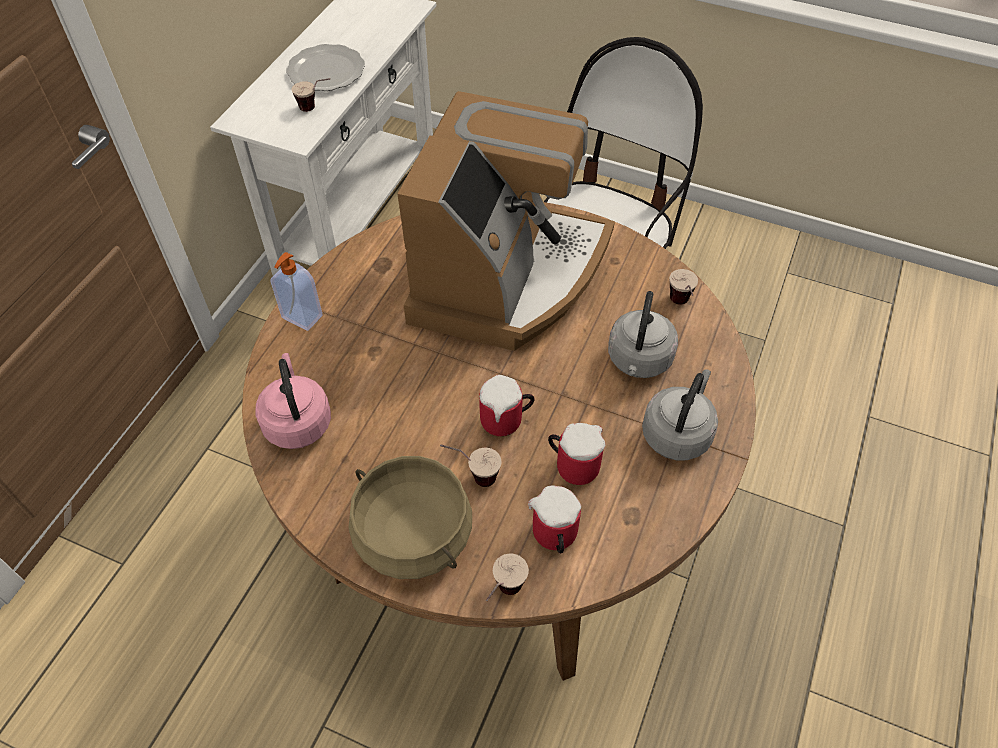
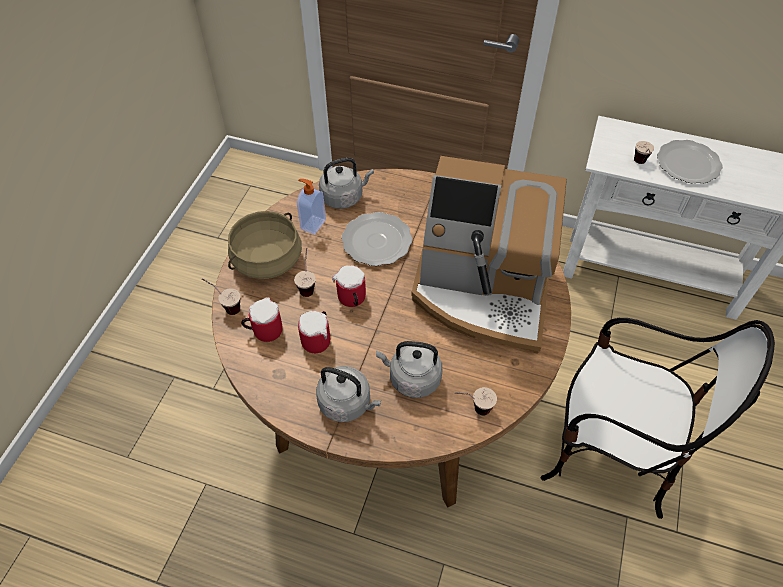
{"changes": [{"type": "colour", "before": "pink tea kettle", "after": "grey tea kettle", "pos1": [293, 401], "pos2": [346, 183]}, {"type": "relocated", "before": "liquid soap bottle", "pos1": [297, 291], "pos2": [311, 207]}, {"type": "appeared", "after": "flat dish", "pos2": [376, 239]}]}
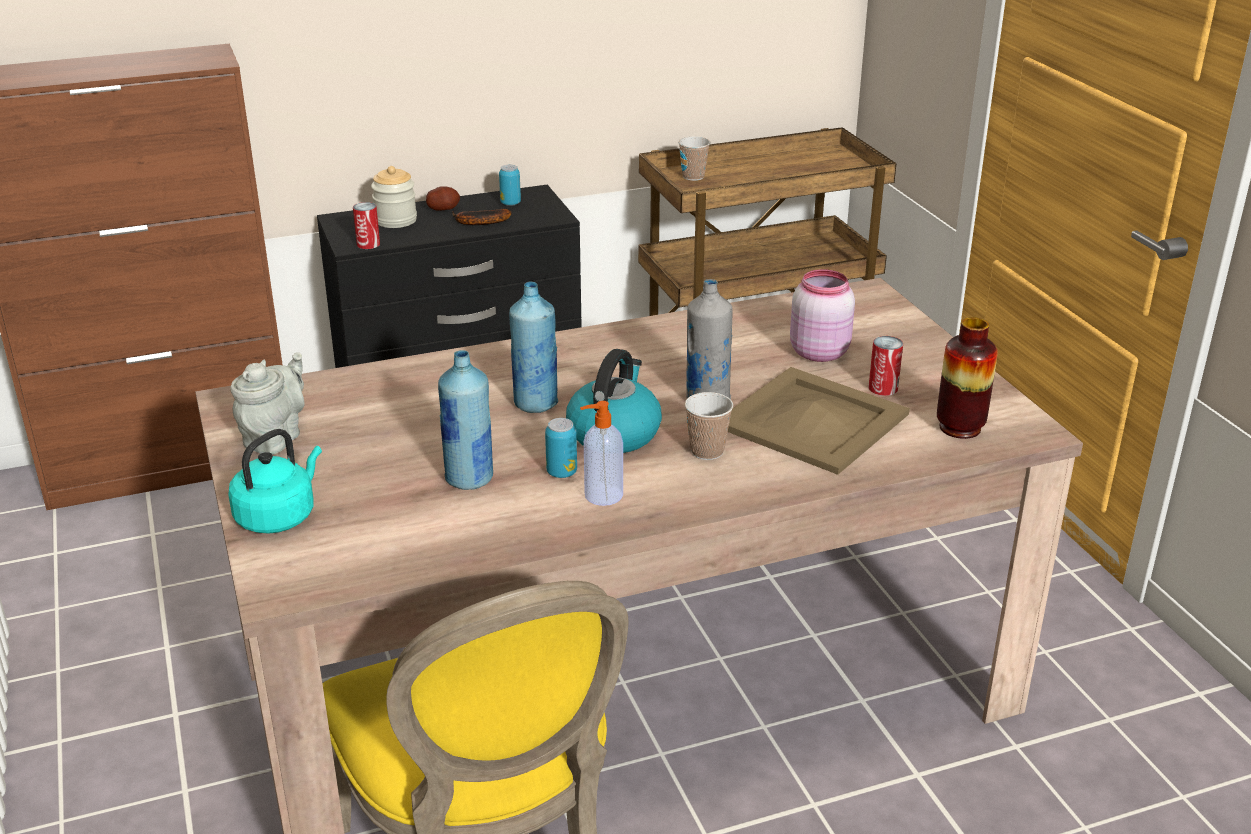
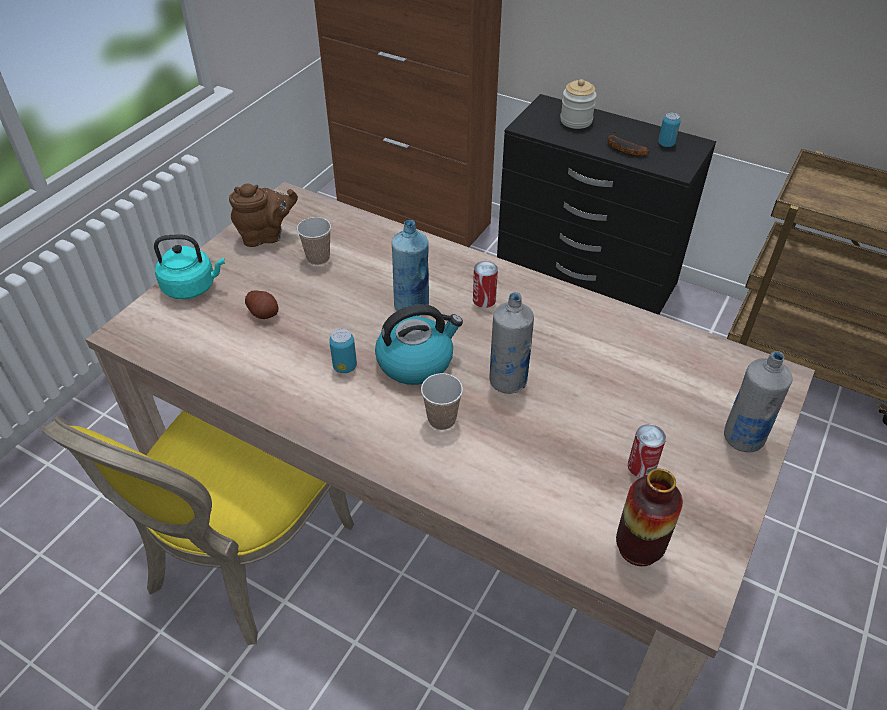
{"changes": [{"type": "colour", "before": "grey tea pot", "after": "brown tea pot", "pos1": [267, 403], "pos2": [263, 215]}, {"type": "relocated", "before": "sealed can", "pos1": [366, 225], "pos2": [485, 284]}, {"type": "relocated", "before": "potato", "pos1": [443, 198], "pos2": [261, 305]}, {"type": "missing", "before": "blue-coloured beverage bottle", "pos1": [465, 420]}, {"type": "missing", "before": "liquid soap bottle", "pos1": [601, 453]}, {"type": "relocated", "before": "small cup", "pos1": [694, 158], "pos2": [314, 241]}, {"type": "missing", "before": "beige tray", "pos1": [819, 421]}, {"type": "missing", "before": "pink storage jar", "pos1": [822, 315]}, {"type": "appeared", "after": "grey beverage bottle", "pos2": [758, 401]}]}
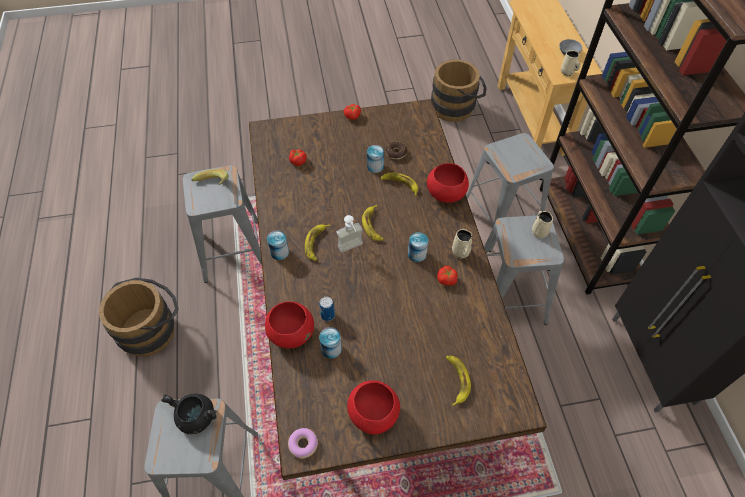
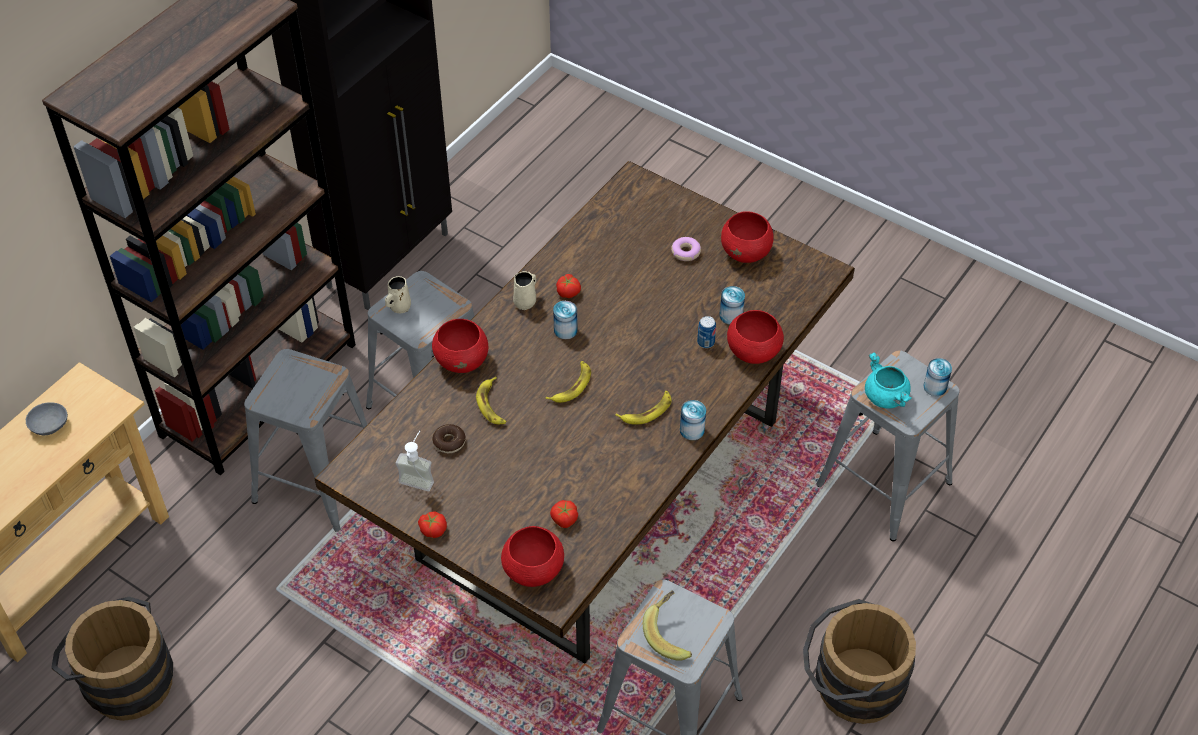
{"changes": [{"type": "colour", "before": "black stockpot", "after": "turquoise-coloured stockpot", "pos1": [189, 414], "pos2": [888, 380]}, {"type": "relocated", "before": "doughnut", "pos1": [303, 443], "pos2": [686, 249]}, {"type": "relocated", "before": "liquid soap bottle", "pos1": [349, 233], "pos2": [415, 461]}, {"type": "relocated", "before": "sealed can", "pos1": [375, 159], "pos2": [938, 377]}, {"type": "missing", "before": "banana", "pos1": [458, 381]}, {"type": "missing", "before": "beige mug", "pos1": [571, 63]}, {"type": "appeared", "after": "red serving bowl", "pos2": [532, 556]}]}
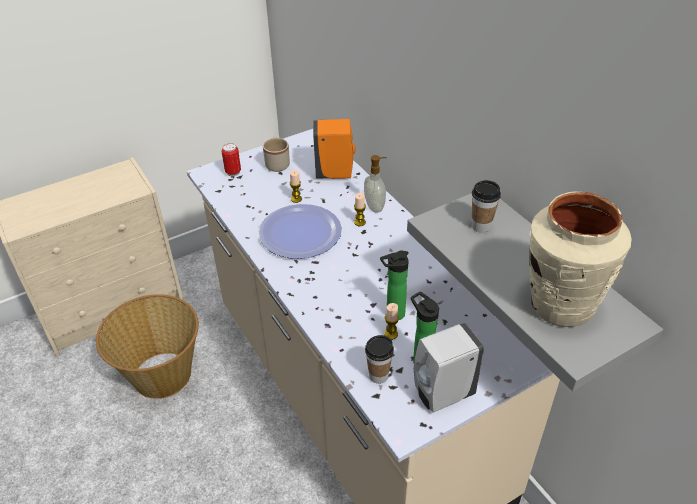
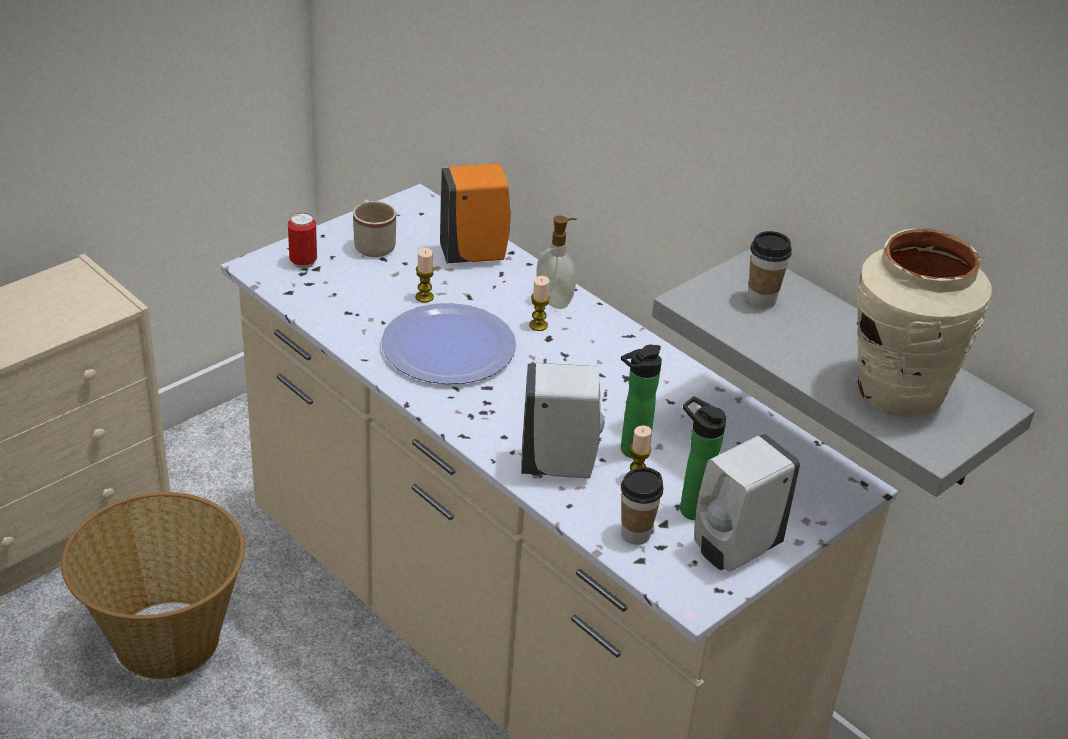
{"changes": [{"type": "appeared", "after": "white liquid soap bottle", "pos2": [563, 420]}]}
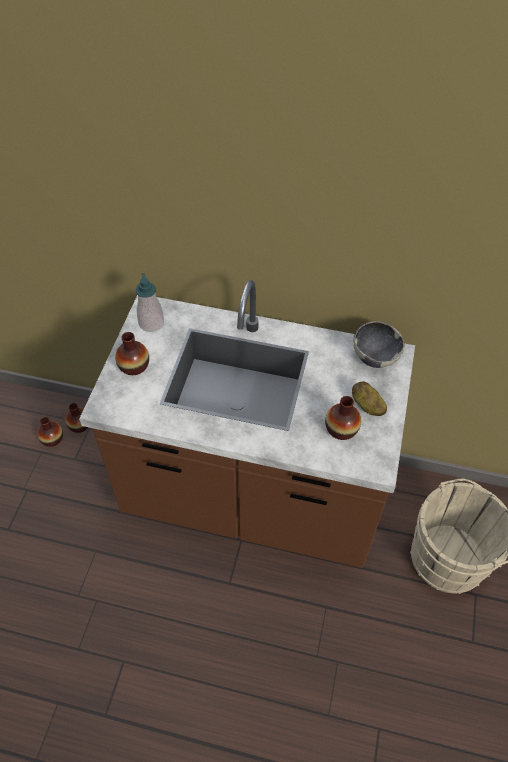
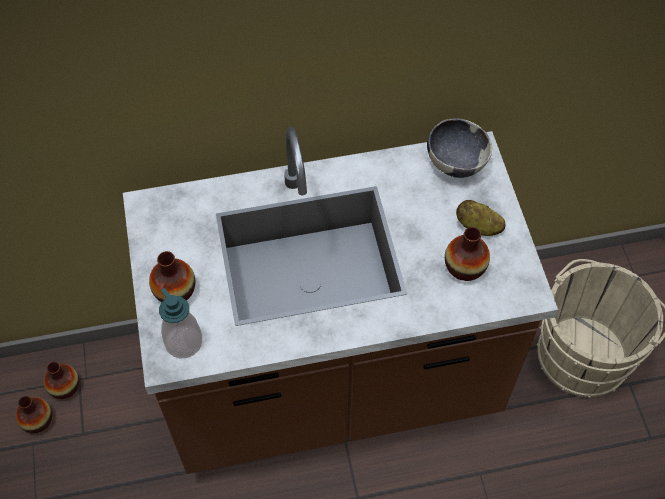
{"changes": [{"type": "relocated", "before": "liquid soap bottle", "pos1": [150, 302], "pos2": [180, 323]}]}
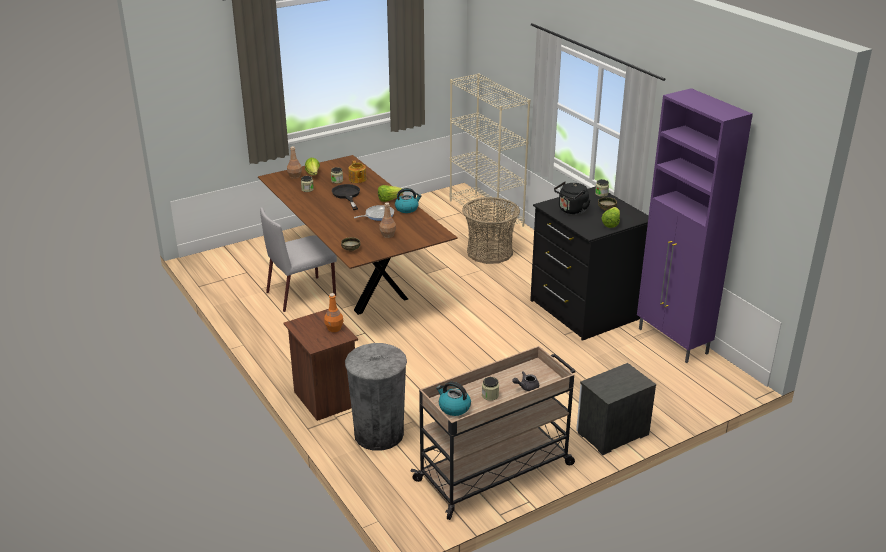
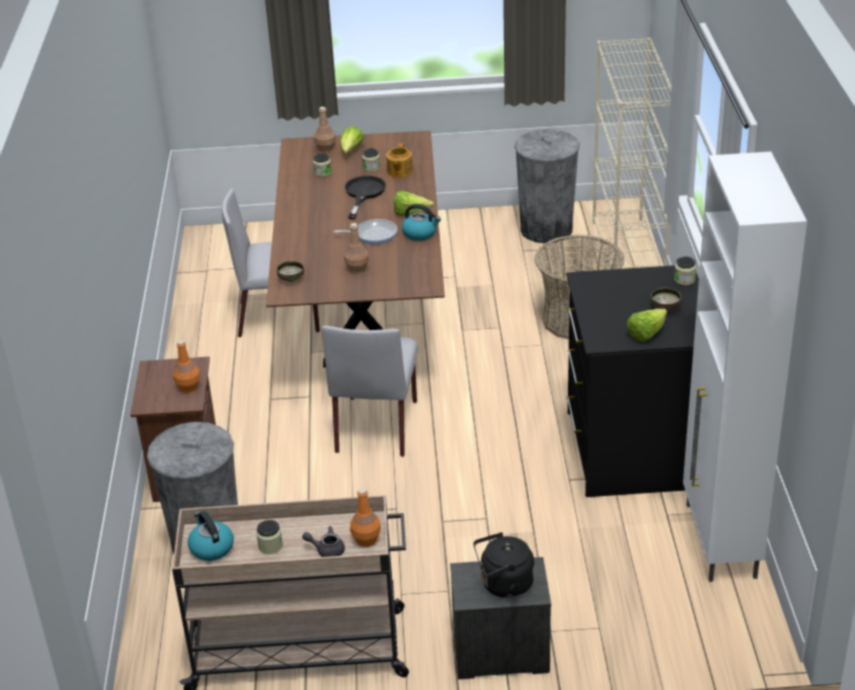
{"changes": [{"type": "relocated", "before": "black tea kettle", "pos1": [572, 197], "pos2": [503, 565]}, {"type": "colour", "before": "purple-coloured storage cabinet", "after": "white storage cabinet", "pos1": [695, 225], "pos2": [745, 367]}, {"type": "appeared", "after": "grey chair", "pos2": [370, 391]}, {"type": "appeared", "after": "orangey beverage bottle", "pos2": [365, 517]}, {"type": "appeared", "after": "grey rubbish bin", "pos2": [547, 186]}]}
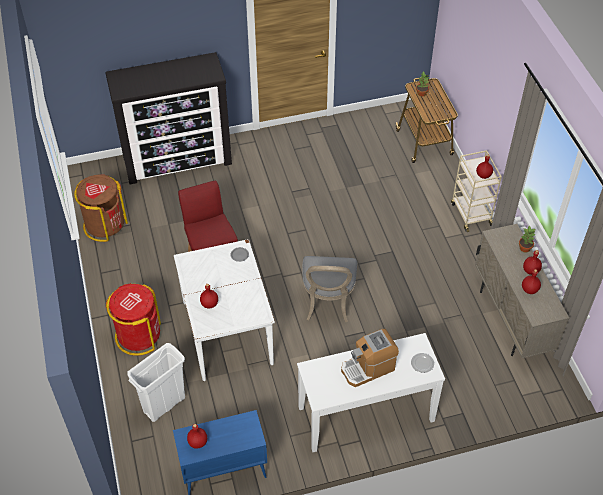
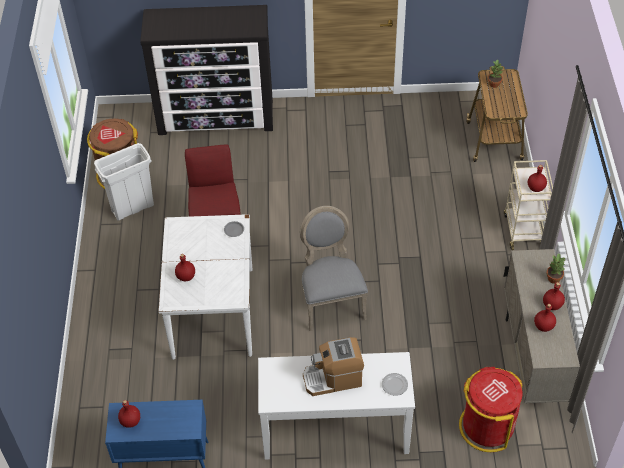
{"changes": [{"type": "relocated", "before": "red rubbish bin", "pos1": [133, 319], "pos2": [491, 409]}, {"type": "relocated", "before": "white rubbish bin", "pos1": [156, 382], "pos2": [124, 181]}, {"type": "spun", "before": "grey chair", "pos1": [329, 289], "pos2": [334, 268], "turn": 150}]}
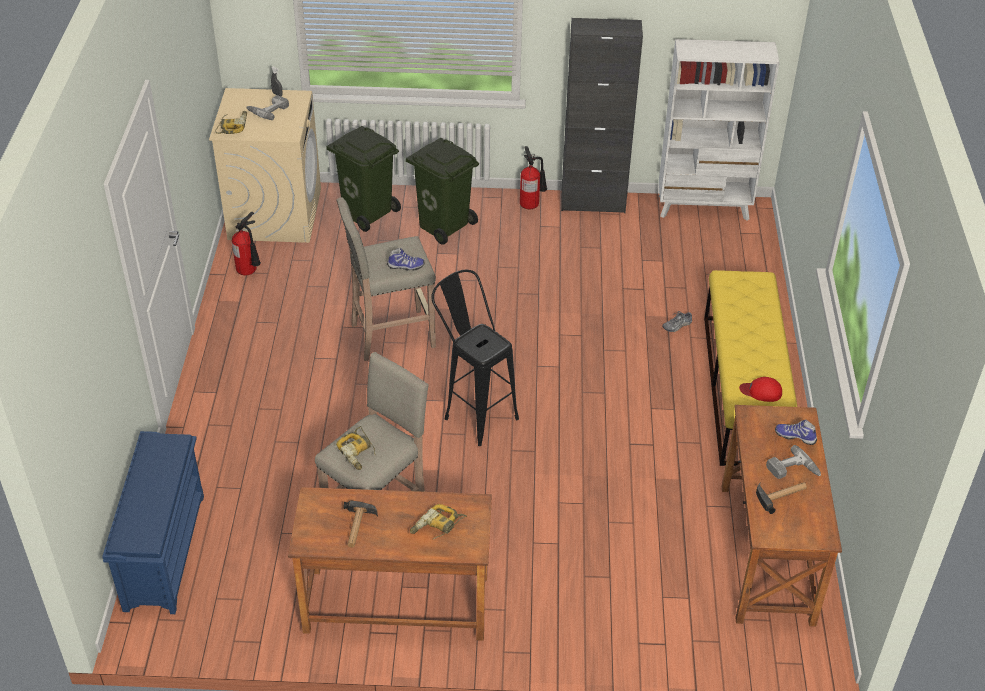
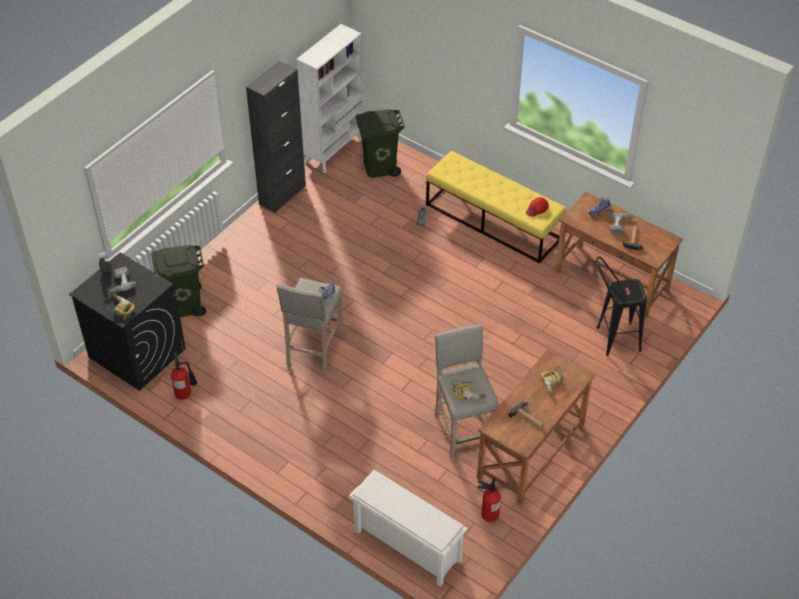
{"changes": [{"type": "colour", "before": "blue-coloured shoe stand", "after": "white shoe stand", "pos1": [153, 522], "pos2": [408, 528]}, {"type": "colour", "before": "beige washing machine", "after": "black washing machine", "pos1": [265, 165], "pos2": [127, 321]}, {"type": "relocated", "before": "greenish rubbish bin", "pos1": [442, 191], "pos2": [380, 143]}, {"type": "relocated", "before": "black sitting stool", "pos1": [475, 358], "pos2": [621, 306]}, {"type": "relocated", "before": "extinguisher", "pos1": [533, 177], "pos2": [489, 500]}]}
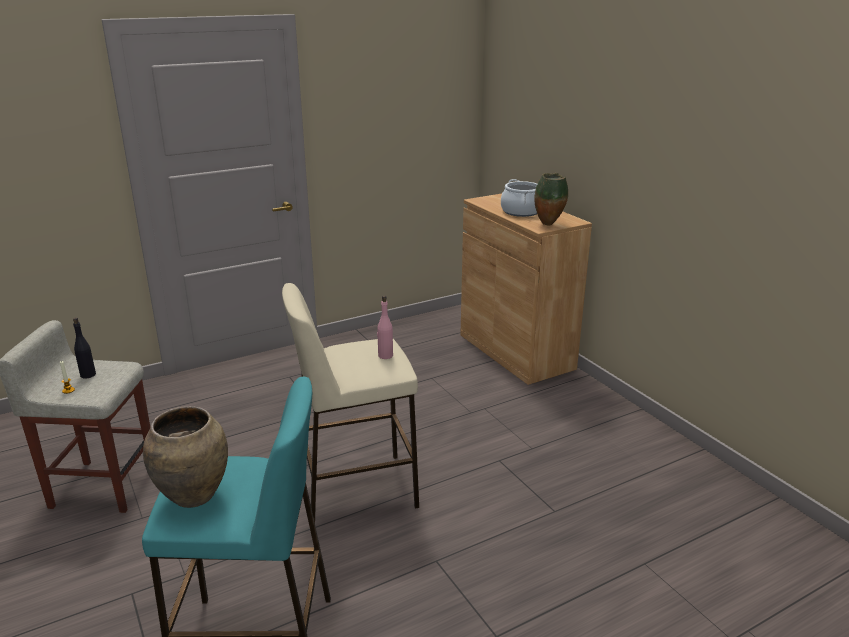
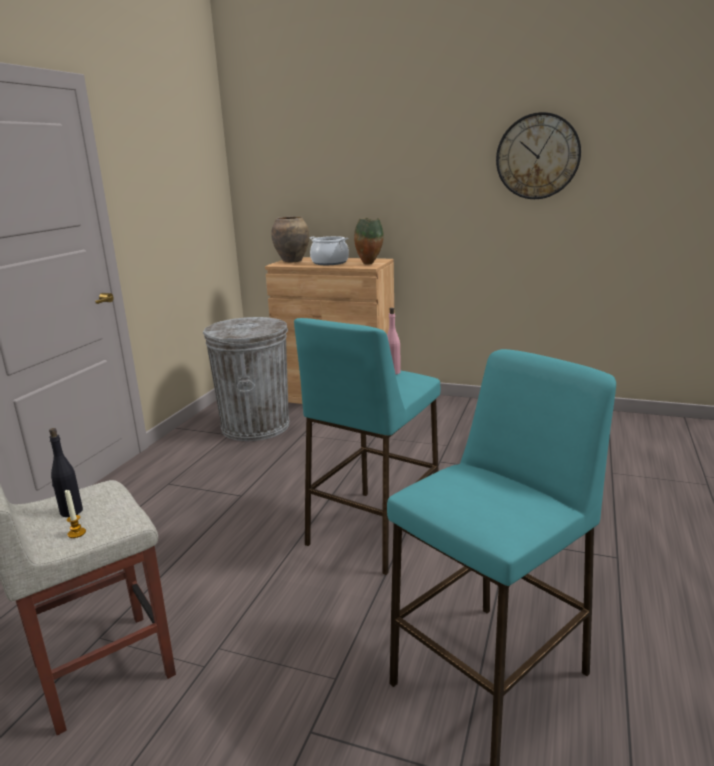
{"changes": [{"type": "relocated", "before": "brown vase", "pos1": [185, 457], "pos2": [290, 239]}, {"type": "colour", "before": "beige sitting stool", "after": "turquoise-coloured sitting stool", "pos1": [350, 402], "pos2": [367, 446]}, {"type": "appeared", "after": "grey rubbish bin", "pos2": [246, 379]}, {"type": "appeared", "after": "clock on the wall", "pos2": [538, 155]}]}
